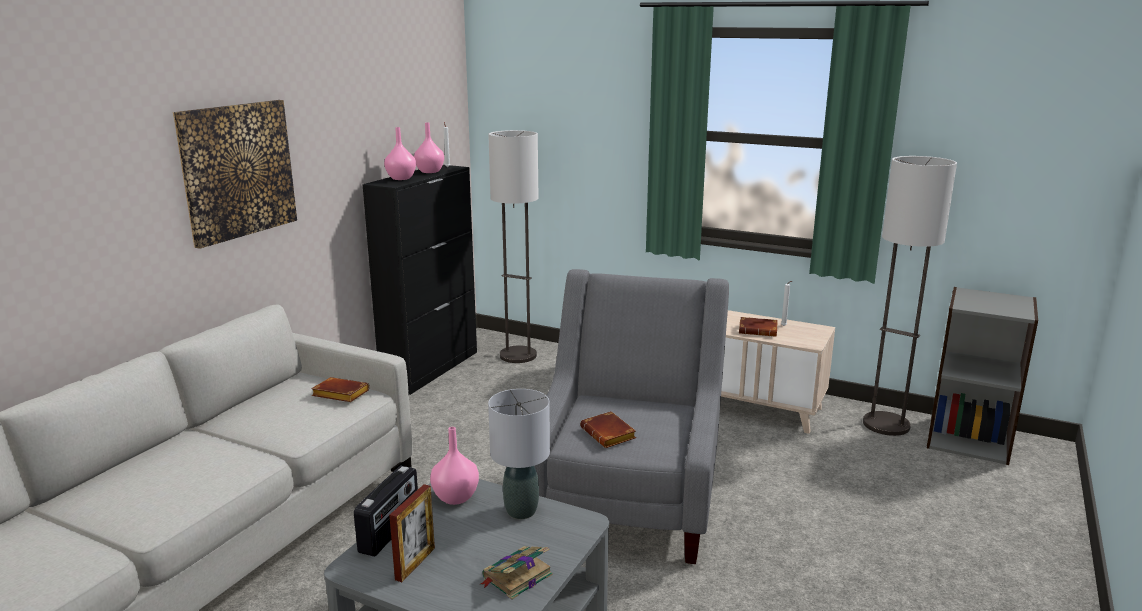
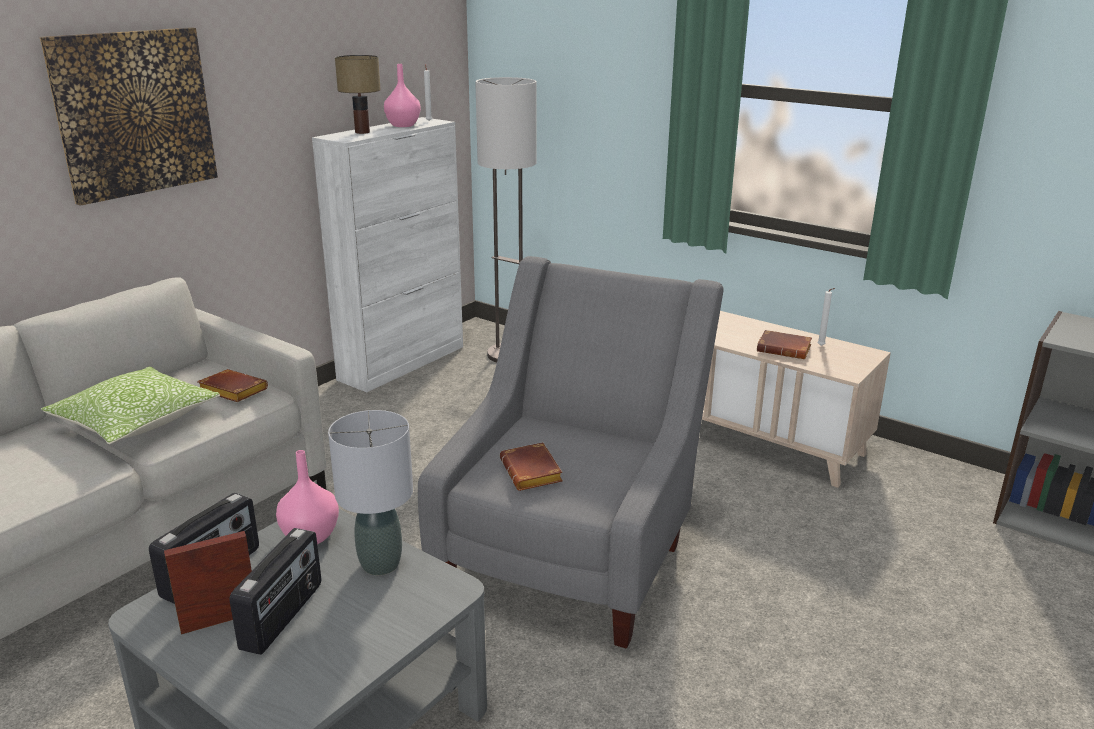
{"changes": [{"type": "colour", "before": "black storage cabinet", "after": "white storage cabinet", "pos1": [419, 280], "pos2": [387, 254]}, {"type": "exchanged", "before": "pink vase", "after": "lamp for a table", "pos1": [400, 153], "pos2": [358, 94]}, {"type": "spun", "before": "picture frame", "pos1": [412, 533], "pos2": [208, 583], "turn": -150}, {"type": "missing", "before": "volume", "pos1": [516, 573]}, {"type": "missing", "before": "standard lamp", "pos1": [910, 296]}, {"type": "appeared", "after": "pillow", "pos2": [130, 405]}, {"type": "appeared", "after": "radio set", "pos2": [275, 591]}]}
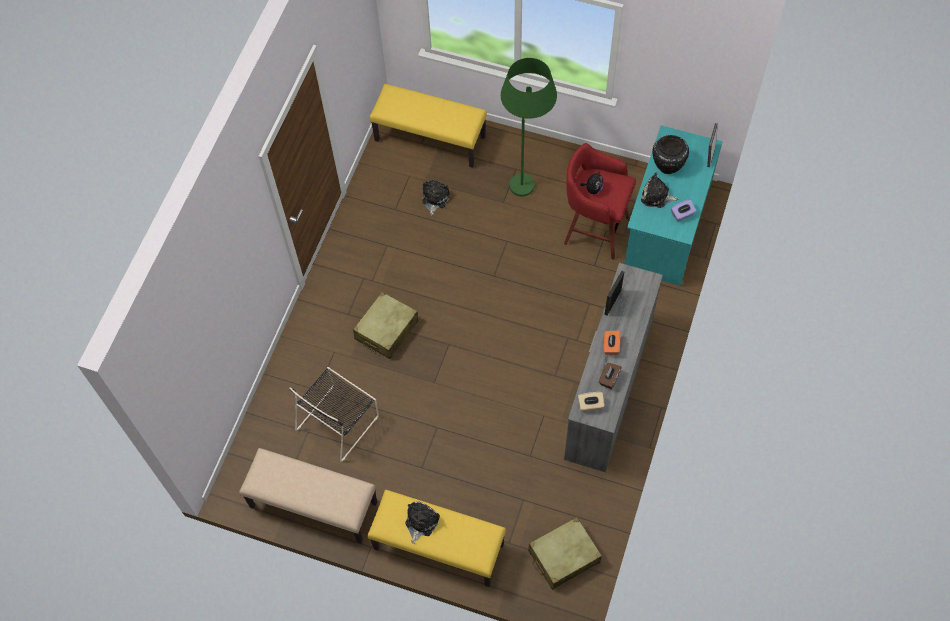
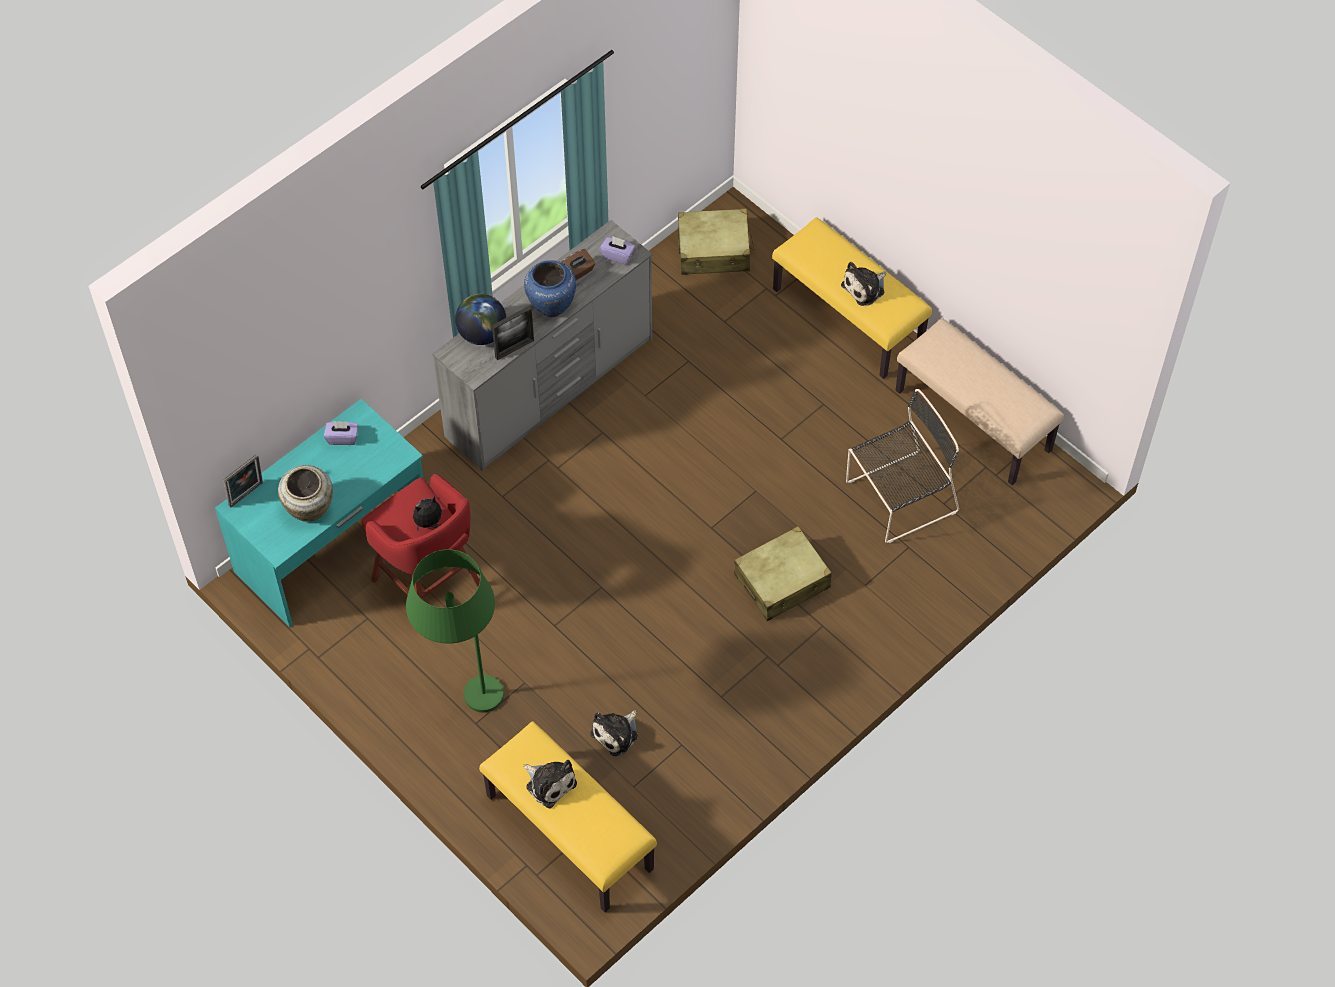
{"changes": [{"type": "colour", "before": "beige box of tissues", "after": "purple-coloured box of tissues", "pos1": [591, 401], "pos2": [617, 250]}, {"type": "exchanged", "before": "orangey box of tissues", "after": "blue-coloured vase", "pos1": [612, 343], "pos2": [550, 288]}, {"type": "relocated", "before": "cuddly toy", "pos1": [659, 190], "pos2": [550, 784]}, {"type": "colour", "before": "black vase", "after": "beige vase", "pos1": [670, 154], "pos2": [305, 493]}, {"type": "appeared", "after": "world globe", "pos2": [480, 319]}]}
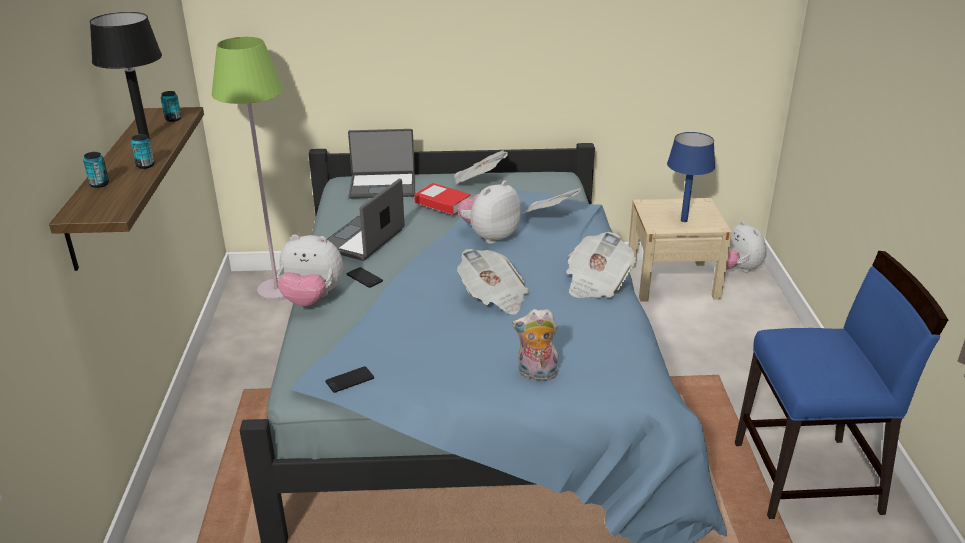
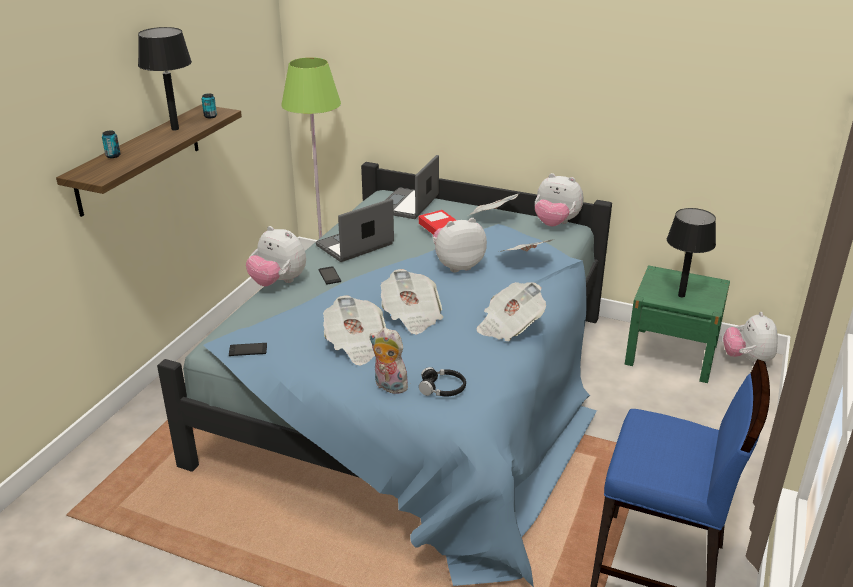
{"changes": [{"type": "missing", "before": "sealed can", "pos1": [143, 151]}, {"type": "spun", "before": "notebook computer", "pos1": [381, 164], "pos2": [412, 187], "turn": 90}, {"type": "colour", "before": "beige night table", "after": "greenish night table", "pos1": [680, 250], "pos2": [677, 324]}, {"type": "colour", "before": "blue-coloured lamp for a table", "after": "black lamp for a table", "pos1": [691, 177], "pos2": [691, 252]}, {"type": "appeared", "after": "newspaper", "pos2": [354, 330]}, {"type": "appeared", "after": "black headphones", "pos2": [442, 382]}, {"type": "appeared", "after": "cuddly toy", "pos2": [559, 199]}]}
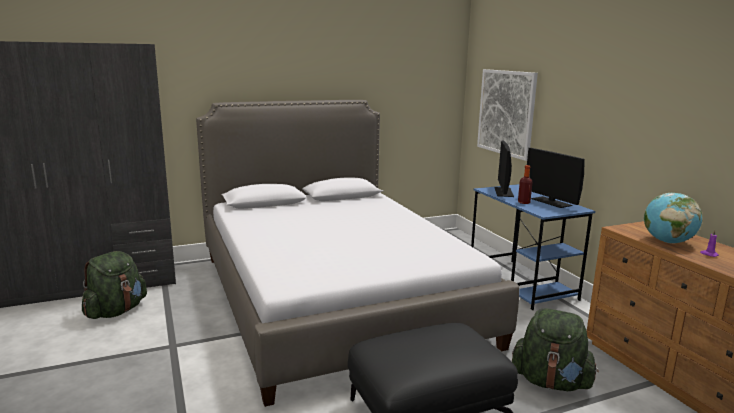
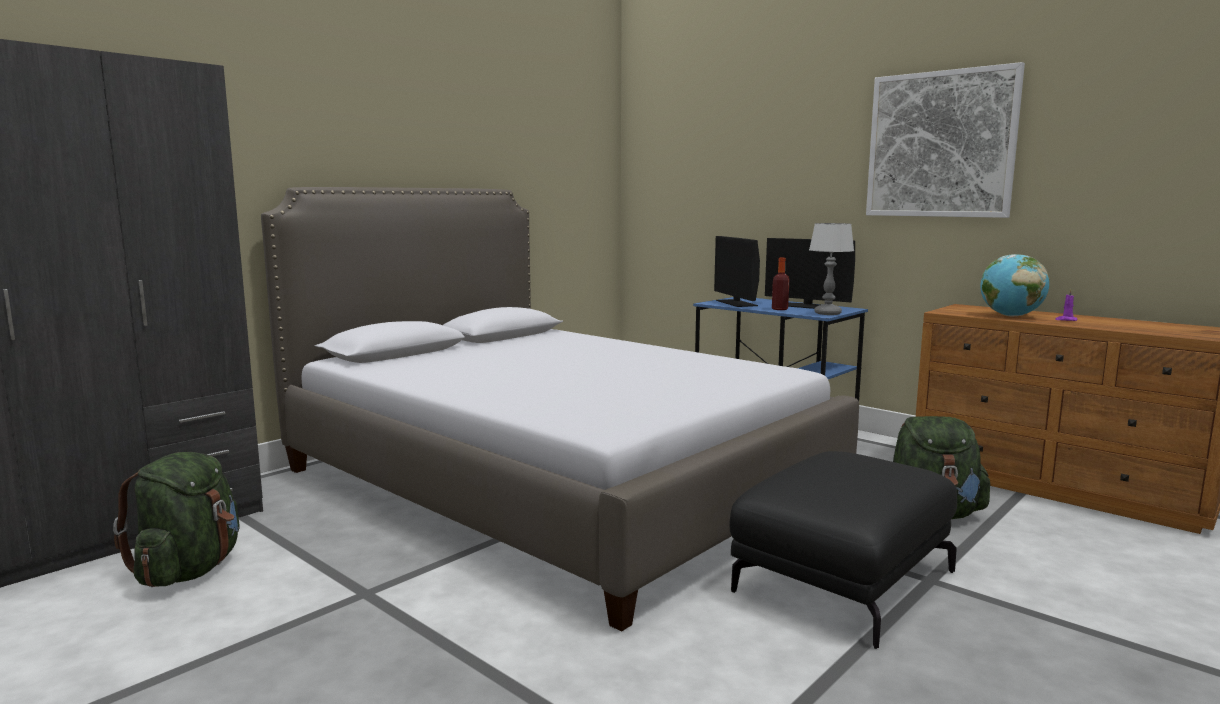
{"changes": [{"type": "relocated", "before": "picture", "pos1": [507, 115], "pos2": [945, 140]}, {"type": "appeared", "after": "lamp for a table", "pos2": [831, 269]}]}
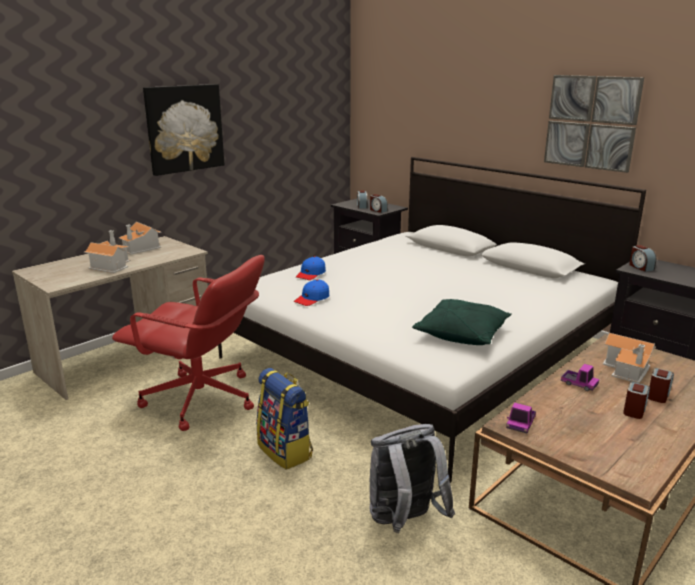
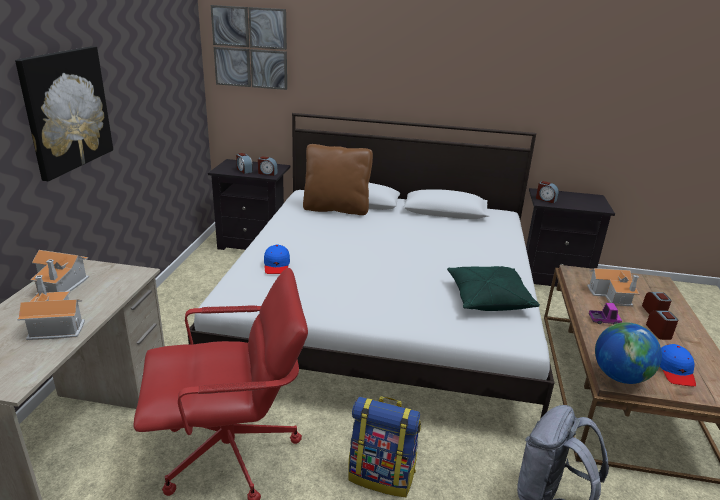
{"changes": [{"type": "relocated", "before": "blue-coloured cap", "pos1": [311, 292], "pos2": [678, 365]}, {"type": "exchanged", "before": "toy lorry", "after": "world globe", "pos1": [521, 418], "pos2": [628, 353]}, {"type": "relocated", "before": "picture", "pos1": [594, 124], "pos2": [249, 47]}, {"type": "appeared", "after": "brown pillow", "pos2": [338, 179]}]}
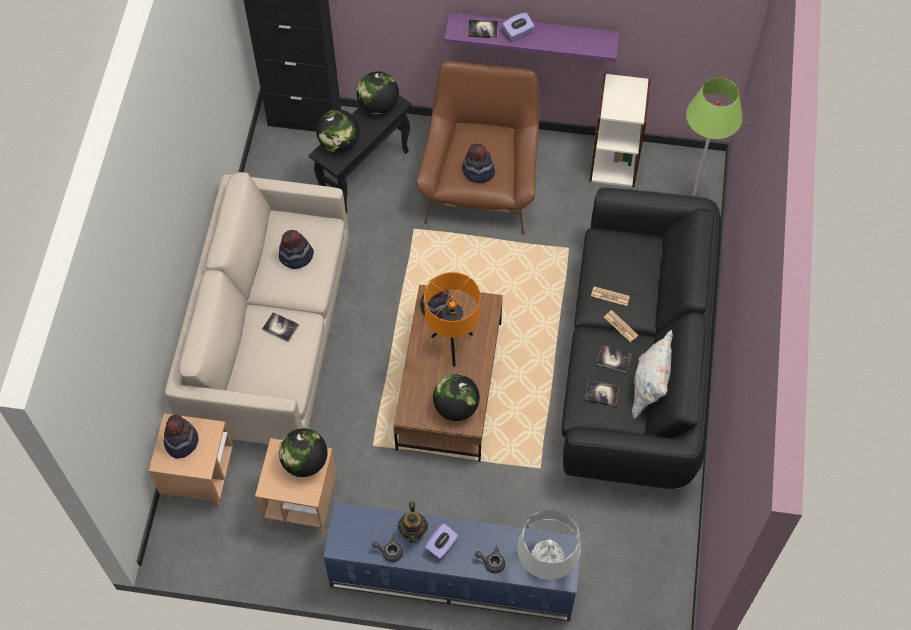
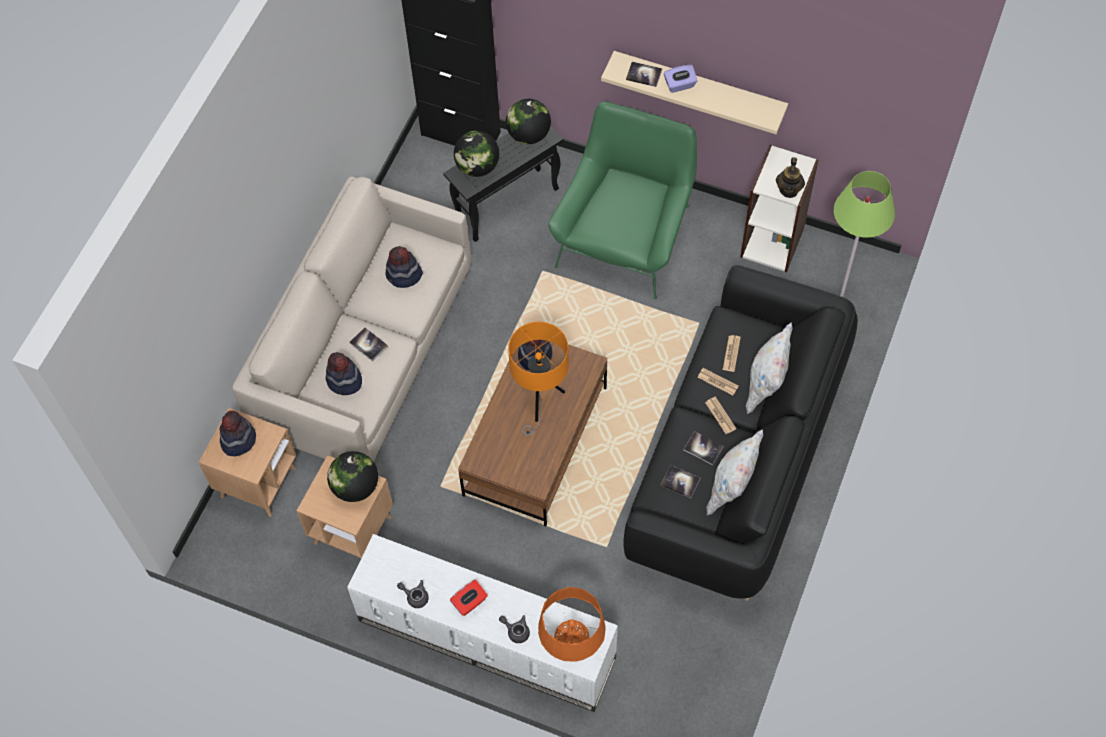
{"changes": [{"type": "colour", "before": "blue-coloured tv stand", "after": "white tv stand", "pos1": [453, 561], "pos2": [482, 623]}, {"type": "relocated", "before": "tea pot", "pos1": [412, 522], "pos2": [790, 177]}, {"type": "colour", "before": "brown armchair", "after": "greenish armchair", "pos1": [478, 148], "pos2": [623, 200]}, {"type": "colour", "before": "purple-coloured box of tissues", "after": "red box of tissues", "pos1": [441, 541], "pos2": [469, 598]}, {"type": "missing", "before": "world globe", "pos1": [456, 397]}, {"type": "colour", "before": "purple-coloured bracket shelf", "after": "beige bracket shelf", "pos1": [532, 37], "pos2": [694, 92]}, {"type": "relocated", "before": "clothing hat", "pos1": [478, 163], "pos2": [343, 373]}, {"type": "colour", "before": "grey lamp for a table", "after": "orangey lamp for a table", "pos1": [549, 544], "pos2": [572, 624]}, {"type": "appeared", "after": "newspaper", "pos2": [732, 353]}, {"type": "appeared", "after": "white pillow", "pos2": [769, 368]}]}
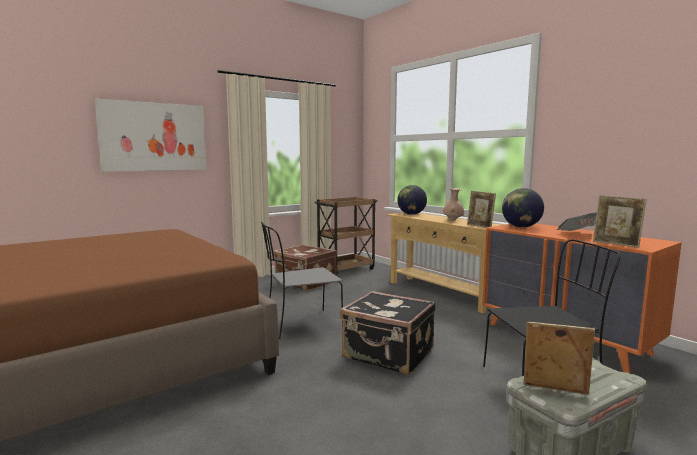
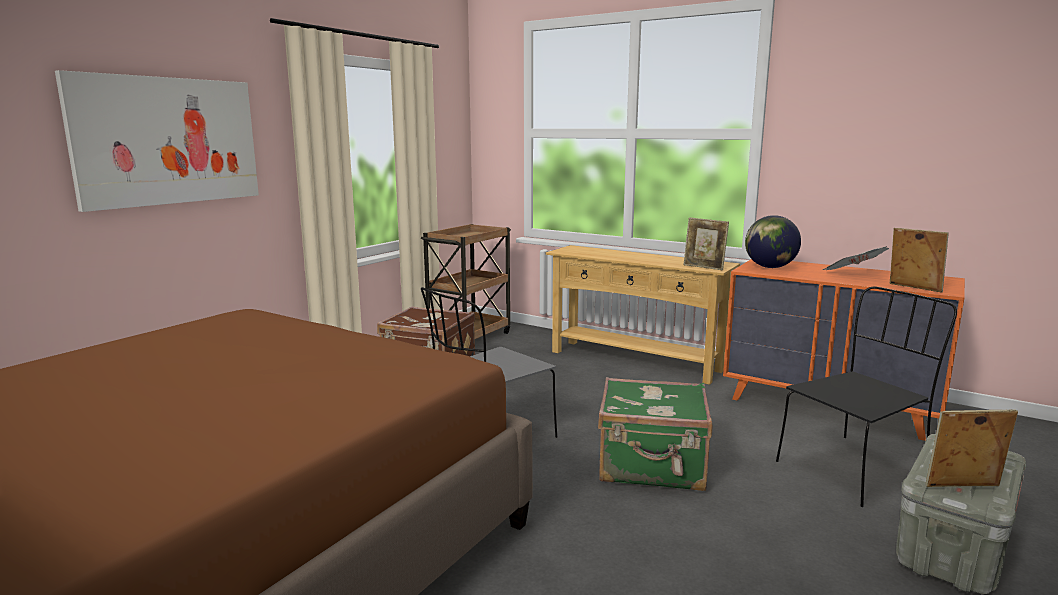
{"changes": [{"type": "colour", "before": "black travel case", "after": "greenish travel case", "pos1": [388, 333], "pos2": [655, 434]}, {"type": "missing", "before": "world globe", "pos1": [412, 200]}, {"type": "missing", "before": "beige vase", "pos1": [453, 204]}, {"type": "spun", "before": "picture frame", "pos1": [620, 221], "pos2": [919, 260], "turn": -150}]}
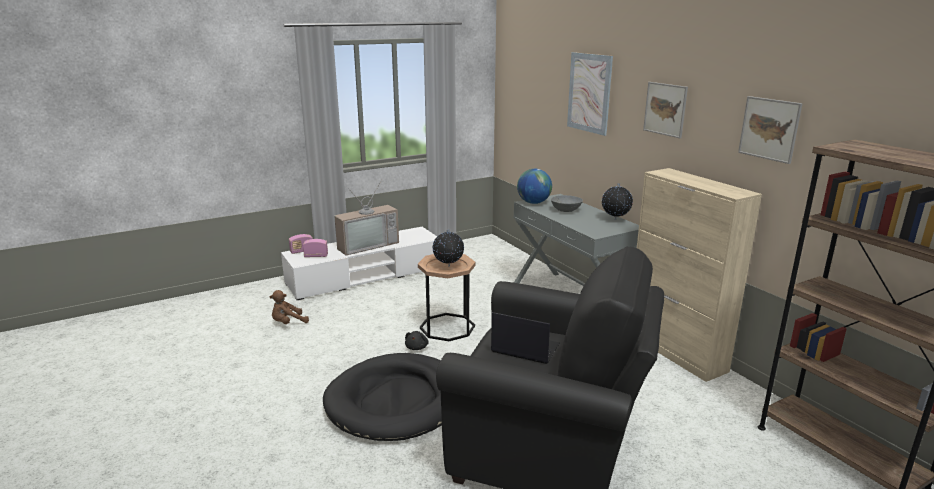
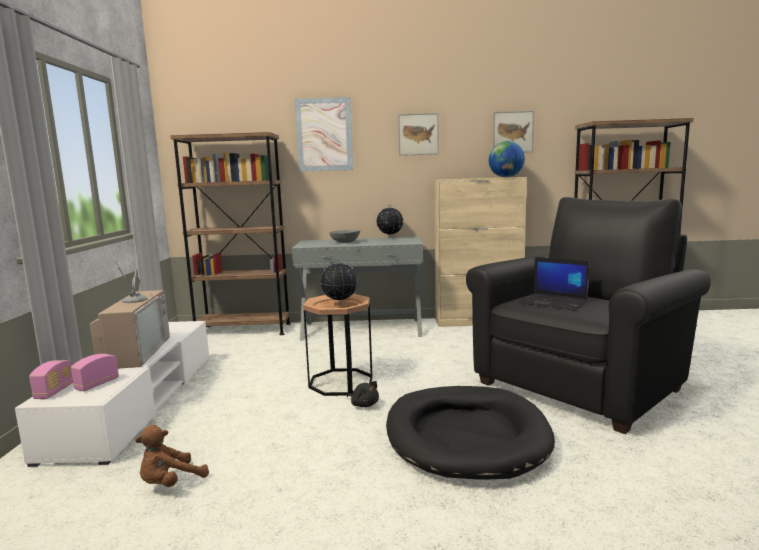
{"changes": [{"type": "spun", "before": "brown cuddly toy", "pos1": [289, 307], "pos2": [172, 456], "turn": 45}, {"type": "spun", "before": "notebook computer", "pos1": [525, 338], "pos2": [554, 284], "turn": -105}, {"type": "relocated", "before": "world globe", "pos1": [534, 186], "pos2": [507, 159]}, {"type": "appeared", "after": "brown bookcase", "pos2": [230, 233]}]}
